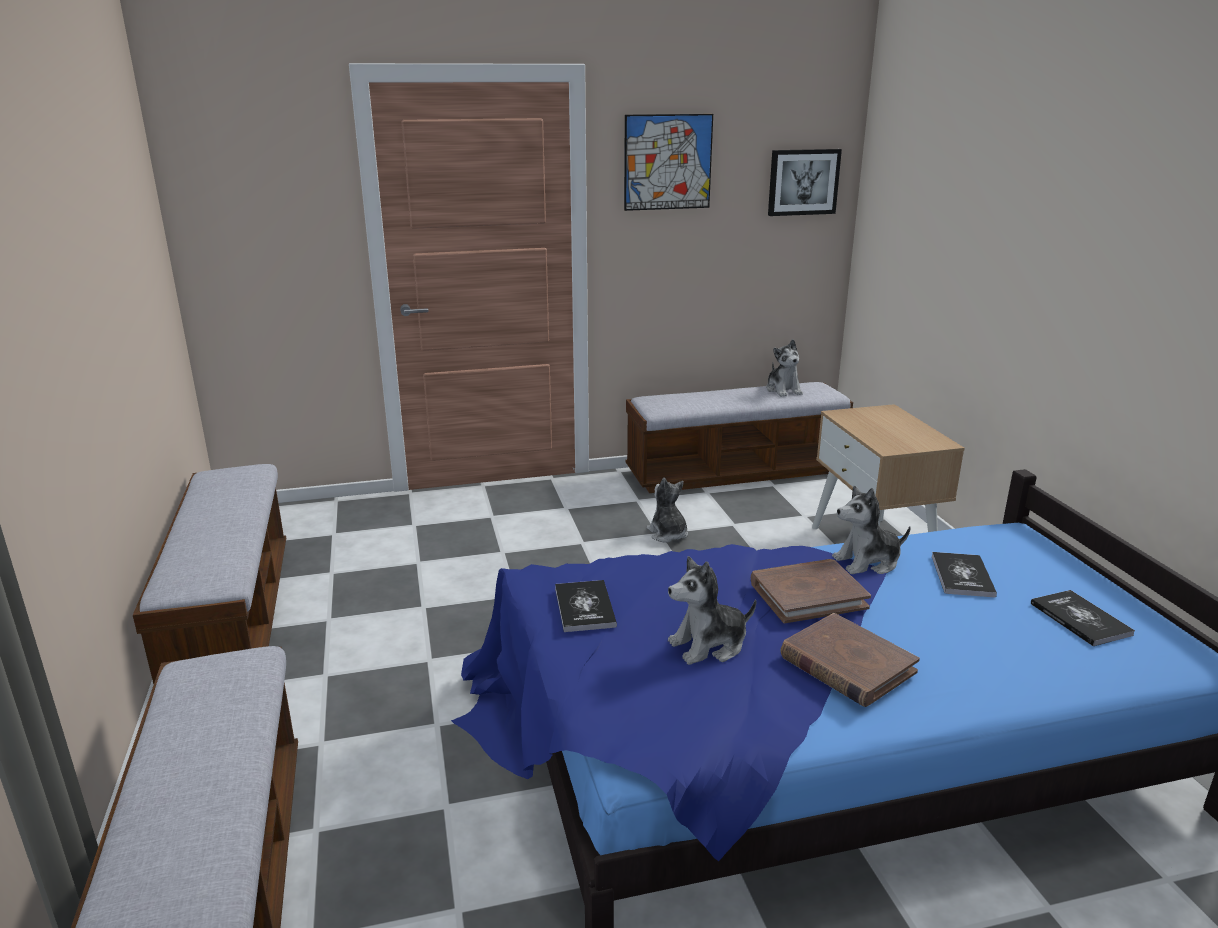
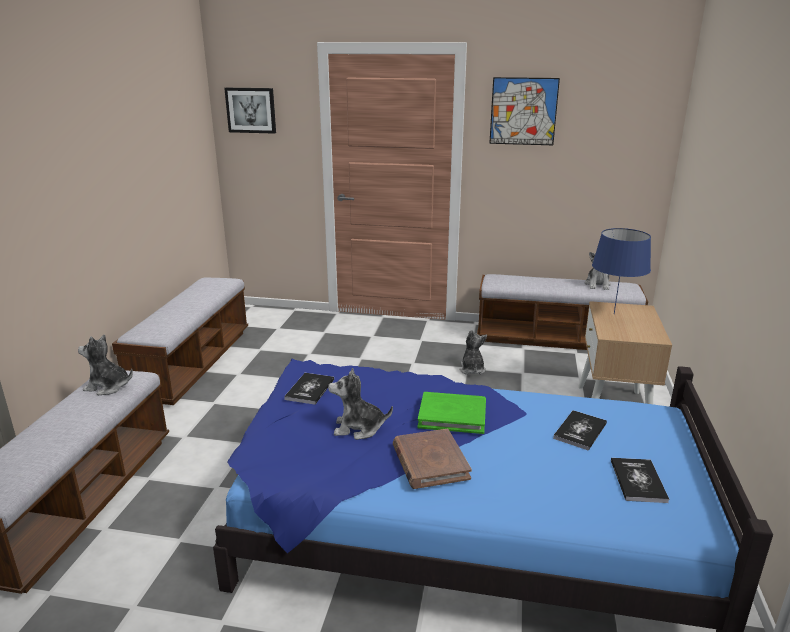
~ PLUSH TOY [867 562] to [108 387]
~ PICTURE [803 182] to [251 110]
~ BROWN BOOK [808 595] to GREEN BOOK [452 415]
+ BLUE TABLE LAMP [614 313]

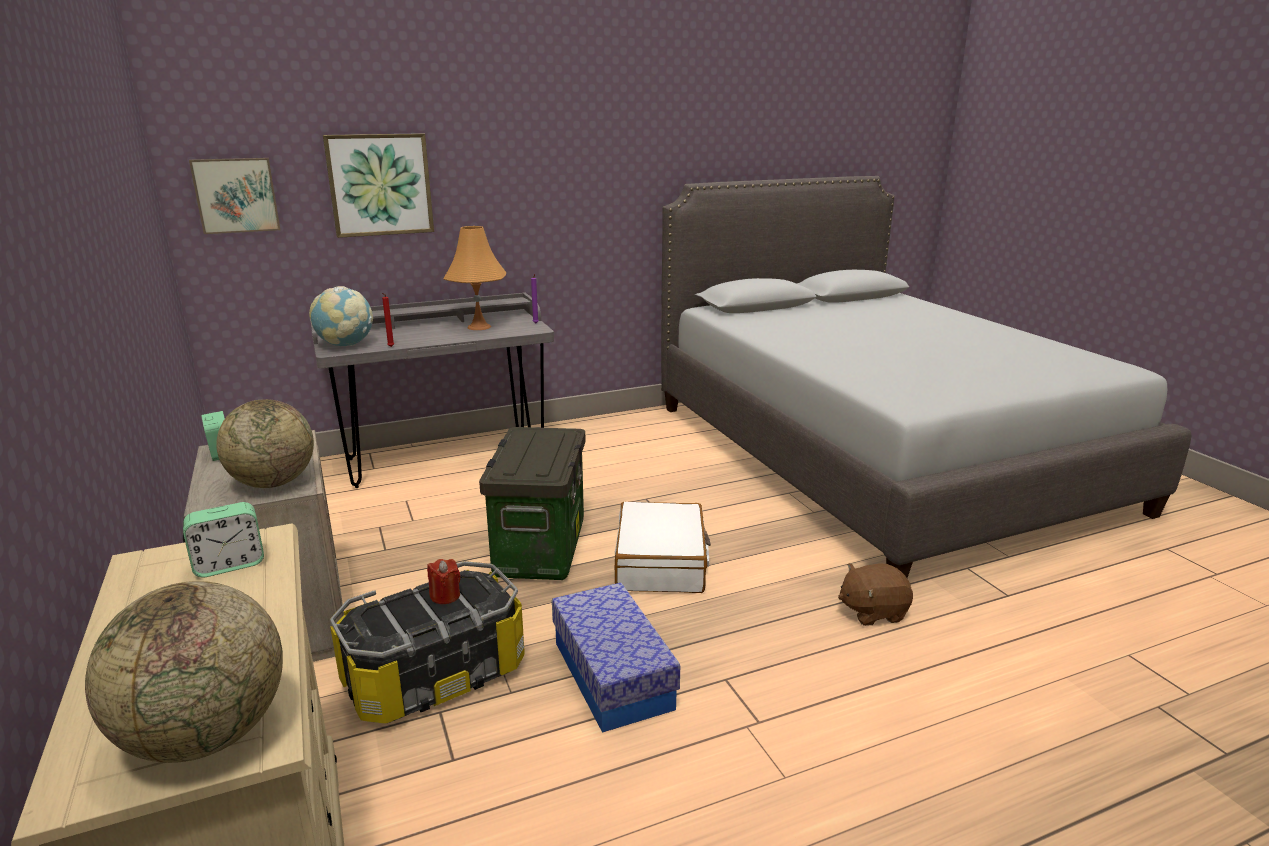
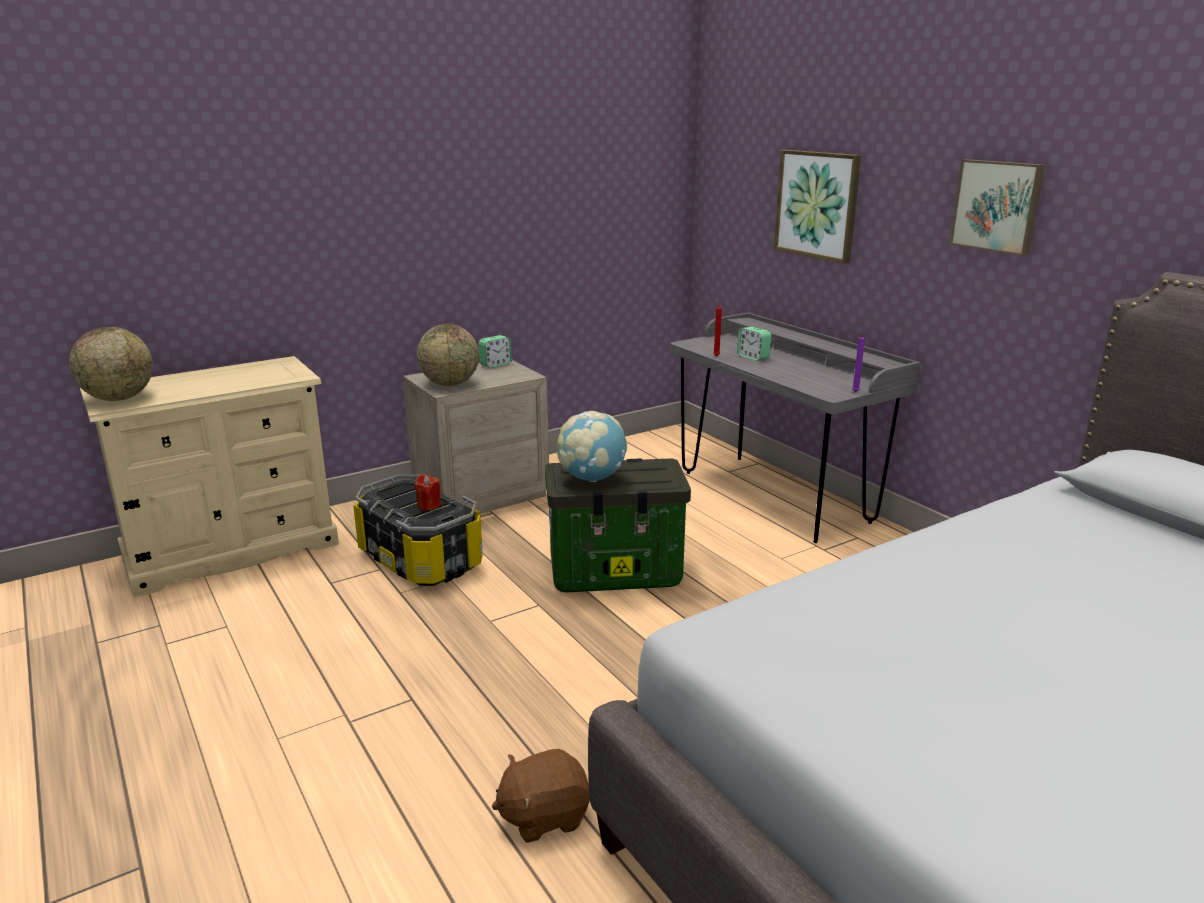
~ BROWN PLUSH TOY [872 611] = [543 816] 90 degrees counterclockwise
~ GLOBE [345 345] to [591 478]
~ ALARM CLOCK [229 564] to [753 357]
~ PICTURE [236 195] to [997 206]
- ORANGE TABLE LAMP [479 327]
- STORAGE BOX [612 675]
- WHITE SUITCASE [661 562]

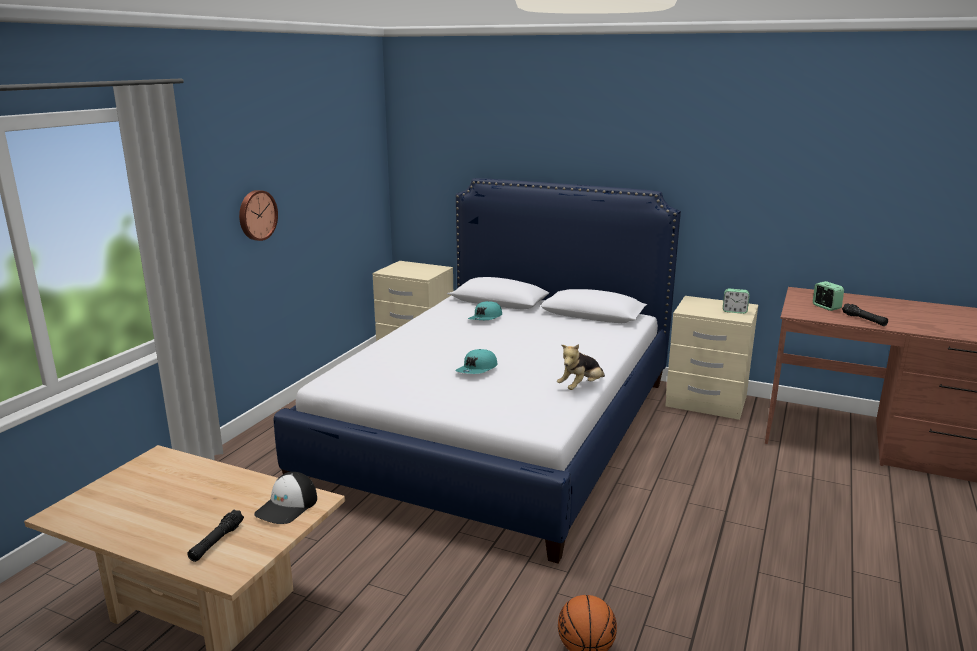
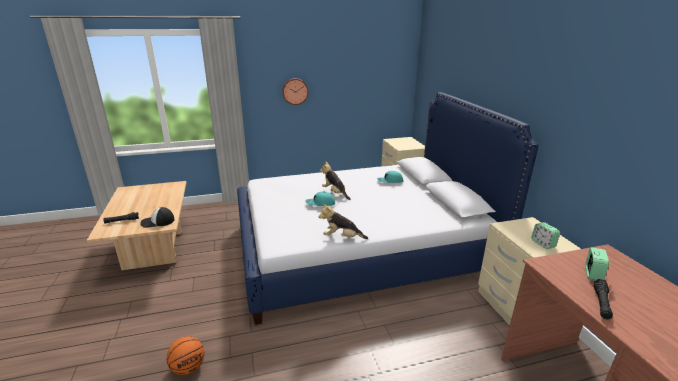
+ PLUSH TOY [335 193]

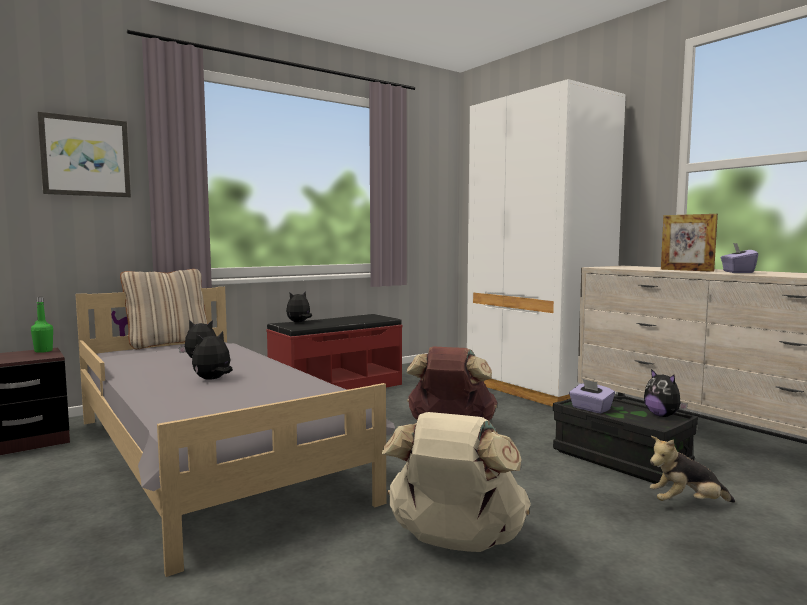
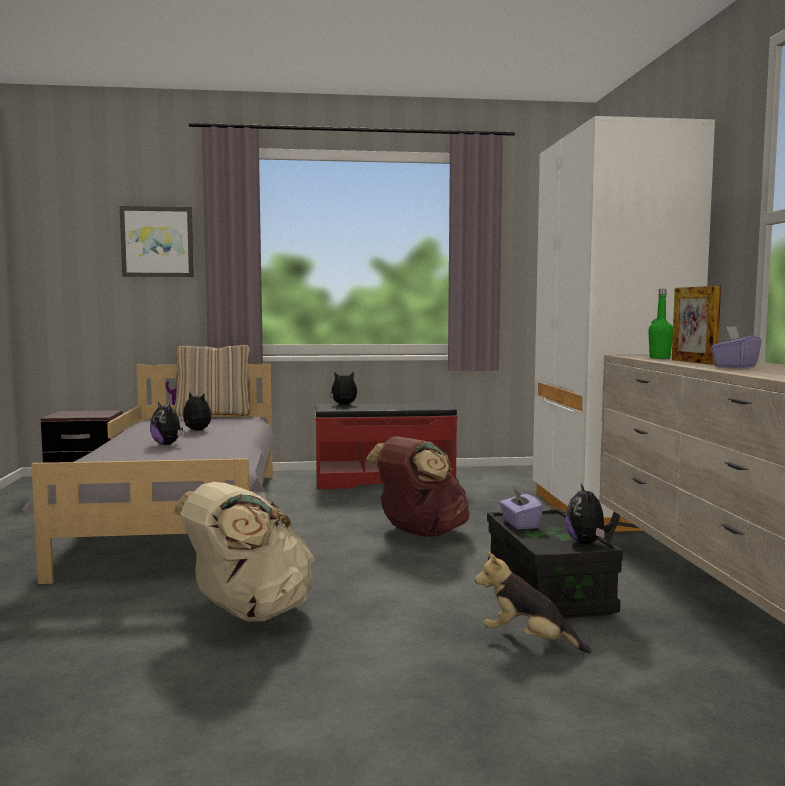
~ PLUSH TOY [213 379] = [168 444] 120 degrees counterclockwise
~ GREEN BOTTLE [43 351] to [659 358]

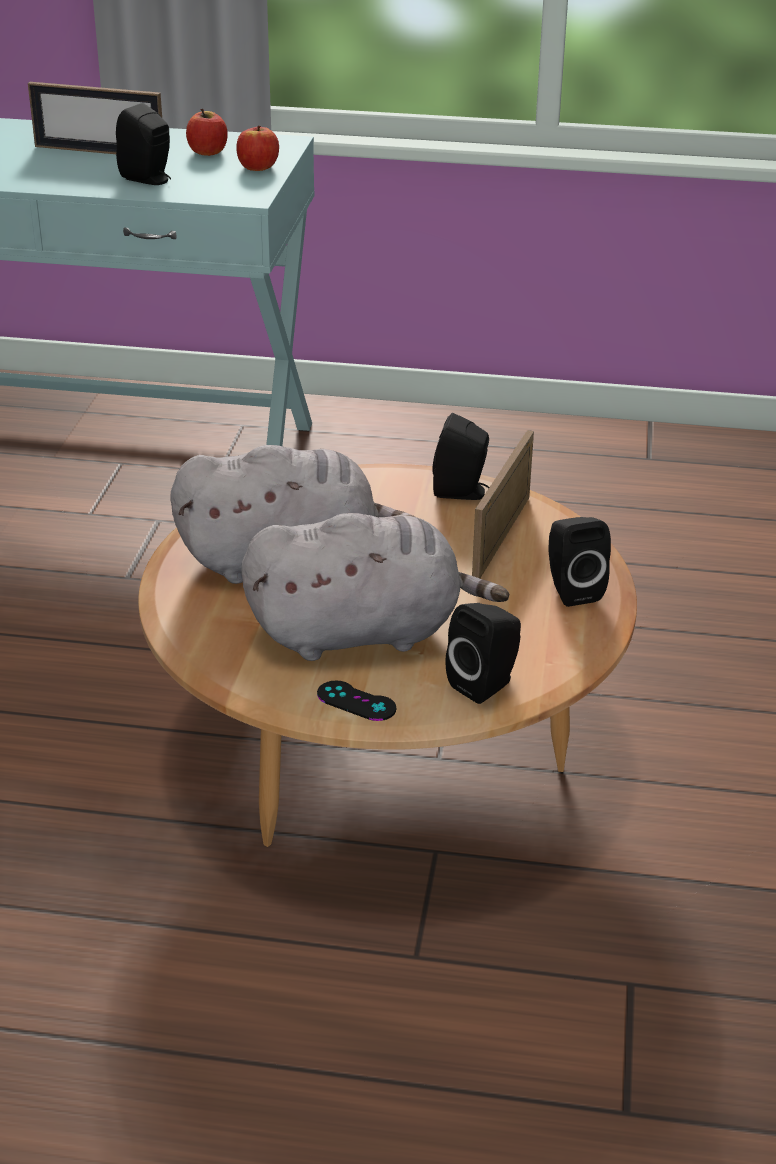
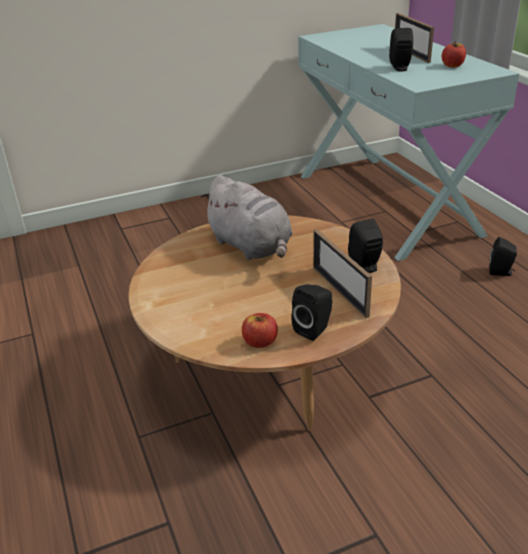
~ APPLE [258 167] to [260 342]
~ PICTURE FRAME [502 536] = [339 291] 105 degrees counterclockwise
~ BLACK SPEAKER [486 684] to [501 272]
- GREY PLUSH TOY [363 633]
- BLACK GAME CONTROLLER [356 701]

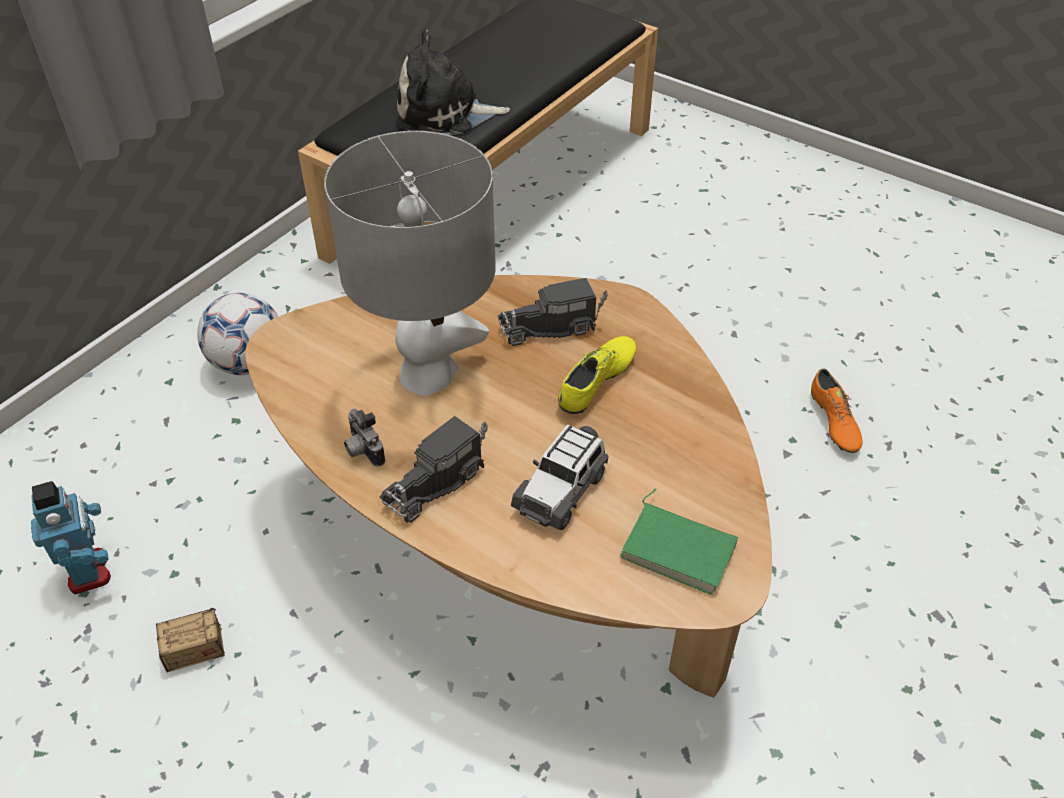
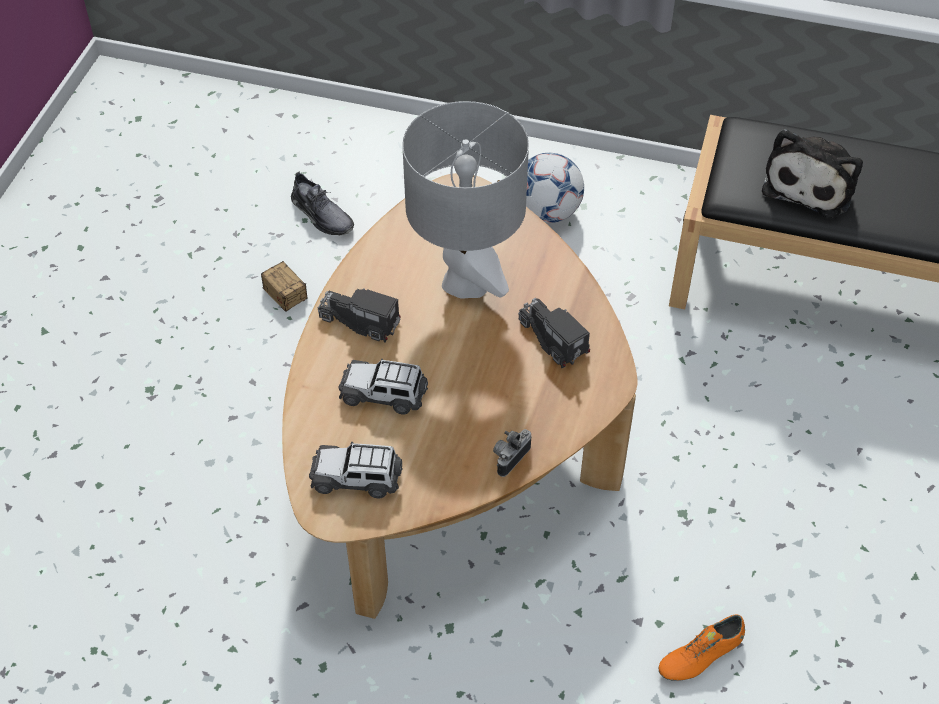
~ TOY ROBOT [90 571] to GREY SHOE [322 215]
~ GREEN BOOK [680 548] to TOY CAR [357 478]
~ PHOTO CAMERA [362 450] to [509 457]
~ PLUSH TOY [445 114] = [811 183] 135 degrees counterclockwise
- YELLOW SHOE [597 383]

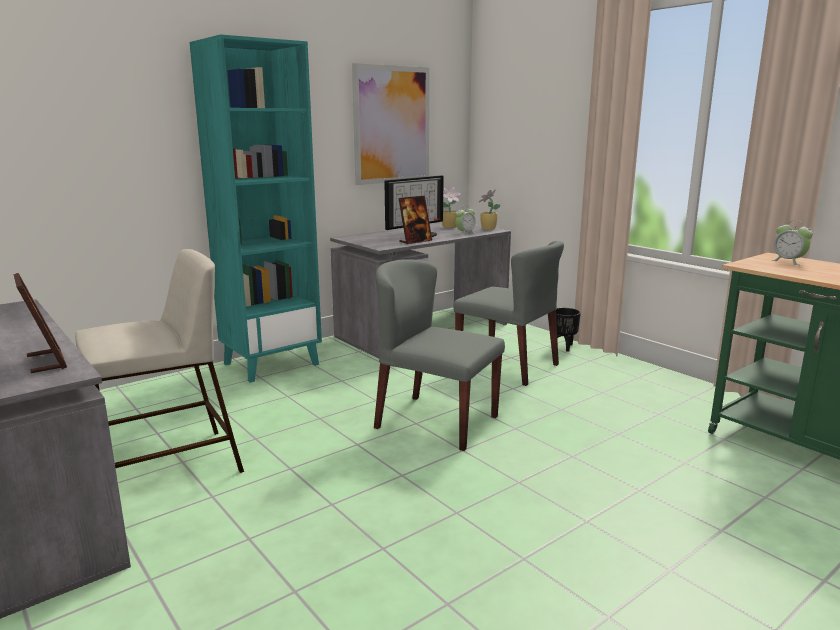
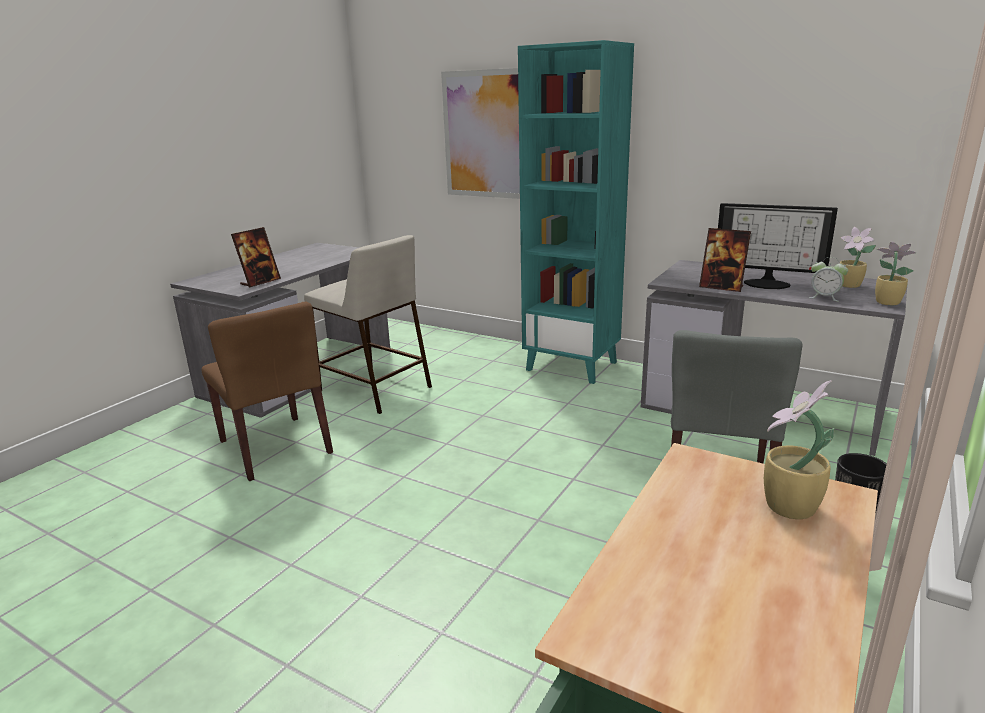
+ BROWN CHAIR [275 447]
~ PICTURE [391 125] to [487 135]
~ ALARM CLOCK [788 261] to POTTED PLANT [788 508]
- GREY CHAIR [435 422]

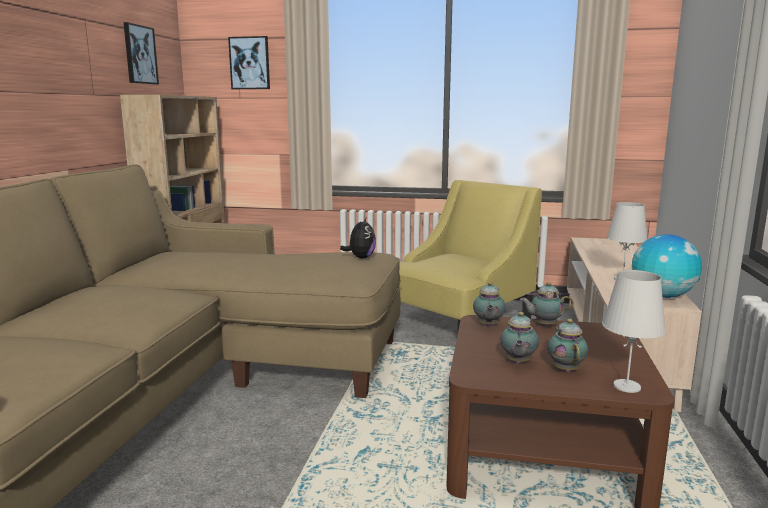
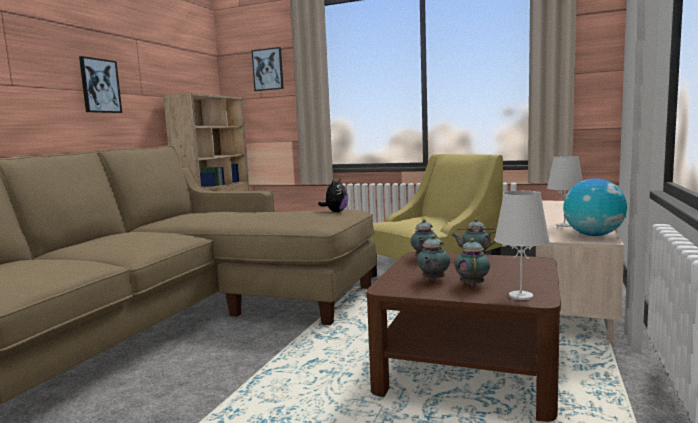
~ PICTURE [140 54] to [100 86]

